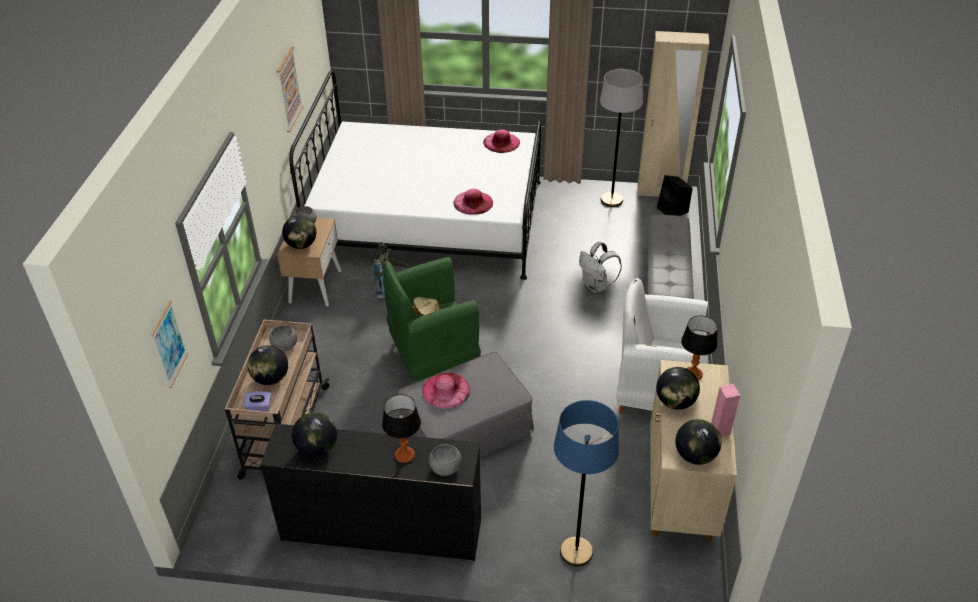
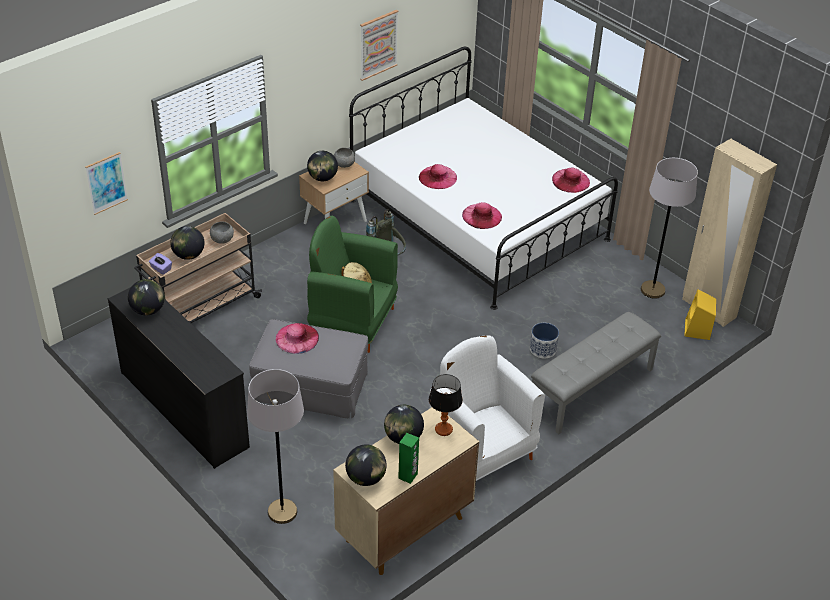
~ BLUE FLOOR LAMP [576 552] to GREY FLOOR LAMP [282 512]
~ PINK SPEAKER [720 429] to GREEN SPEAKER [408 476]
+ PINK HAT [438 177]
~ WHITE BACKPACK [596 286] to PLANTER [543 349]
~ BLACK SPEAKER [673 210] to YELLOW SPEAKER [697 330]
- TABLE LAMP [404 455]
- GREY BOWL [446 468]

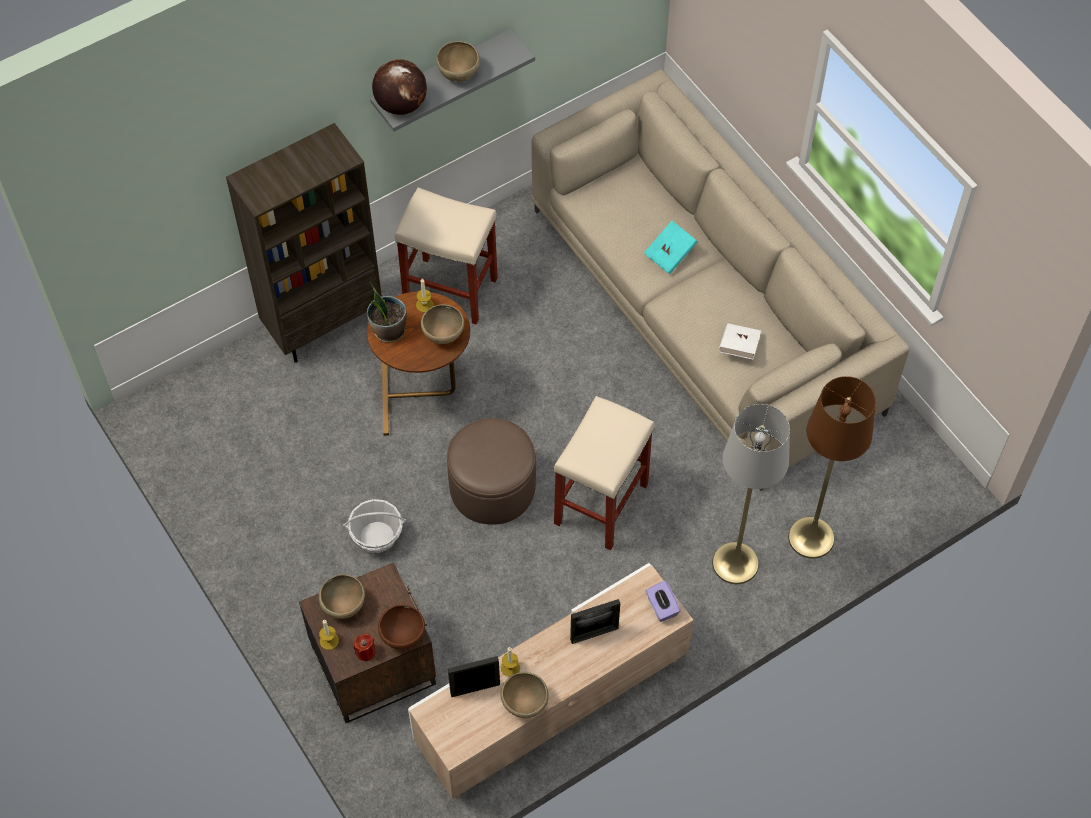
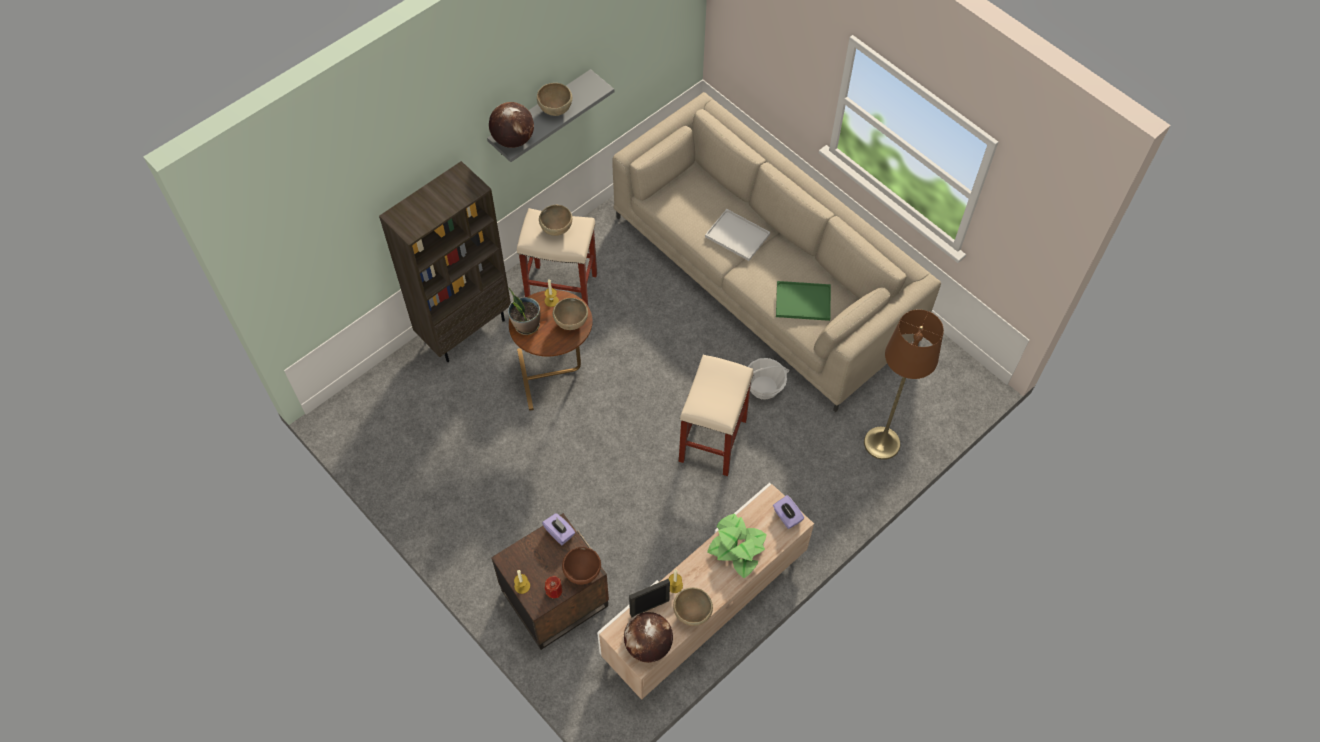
~ BROWN BOWL [344 606] to [557 229]
+ PURPLE TISSUE BOX [559 533]
+ GLOBE [648 645]
~ TURQUOISE BOOK [670 254] to WHITE TRAY [736 235]
~ PICTURE FRAME [594 634] to POTTED PLANT [737 547]
~ BASKET [377 537] to [764 387]
~ WHITE BOOK [738 347] to GREEN TRAY [804 301]
- BROWN OTTOMAN [492 487]
- GREY FLOOR LAMP [735 563]

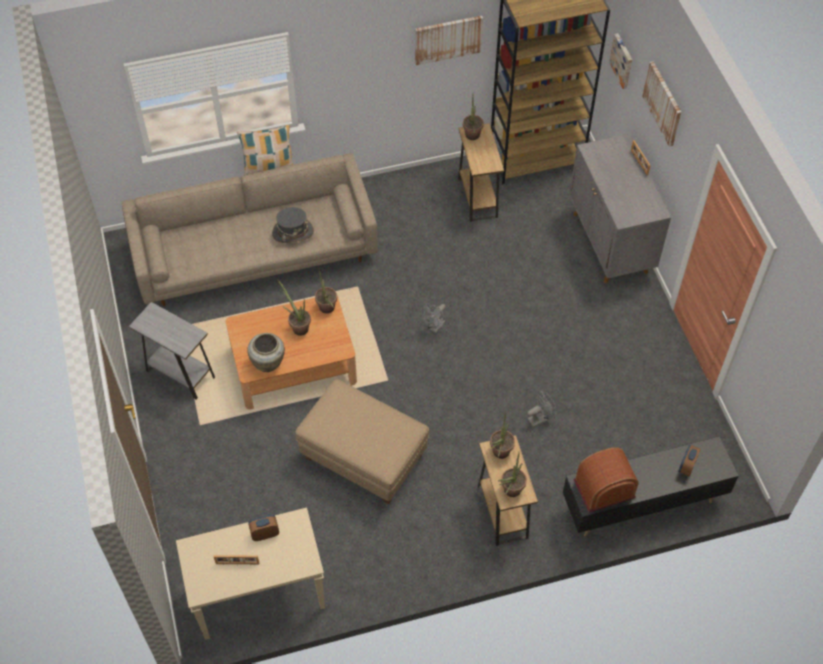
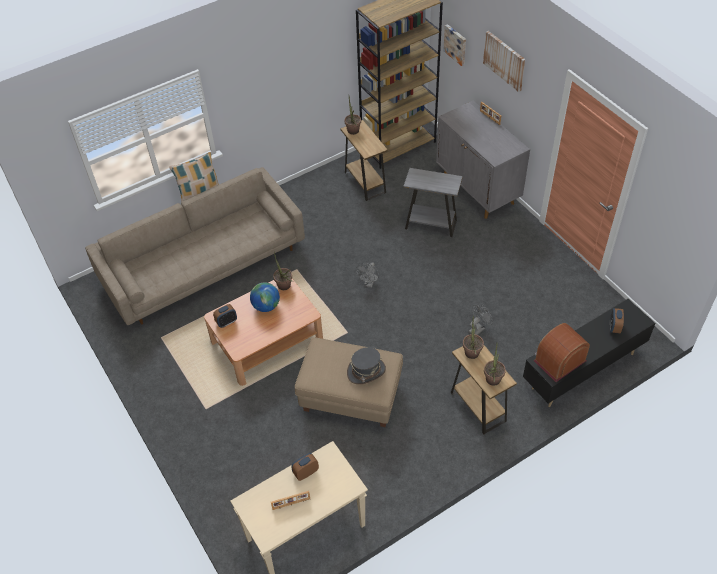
+ ALARM CLOCK [226 322]
~ POTTED PLANT [298 327] to GLOBE [266 306]
~ GREY HAT [293 232] to [366 371]
~ GREY SIDE TABLE [180 374] to [431 224]
- BEIGE VASE [268 363]
- PICTURE [448 39]

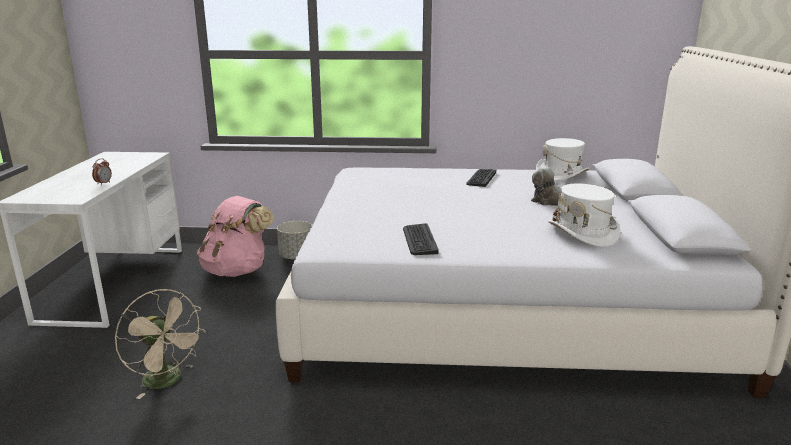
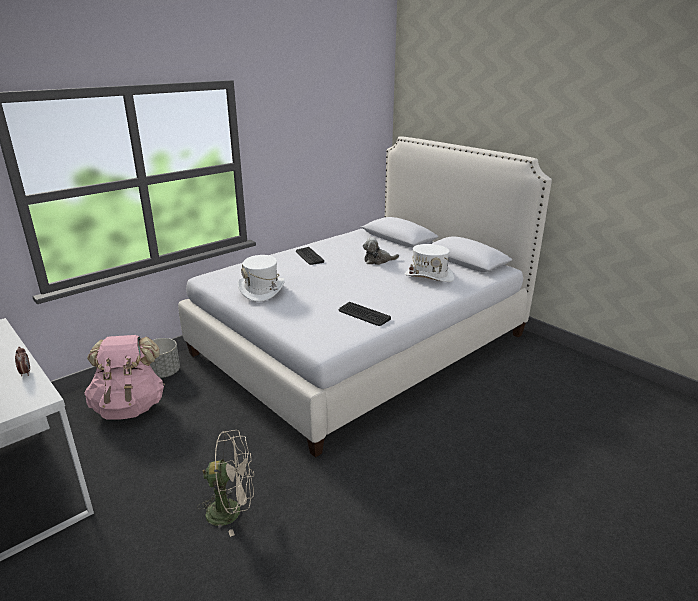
~ WHITE HAT [561 175] to [262 290]

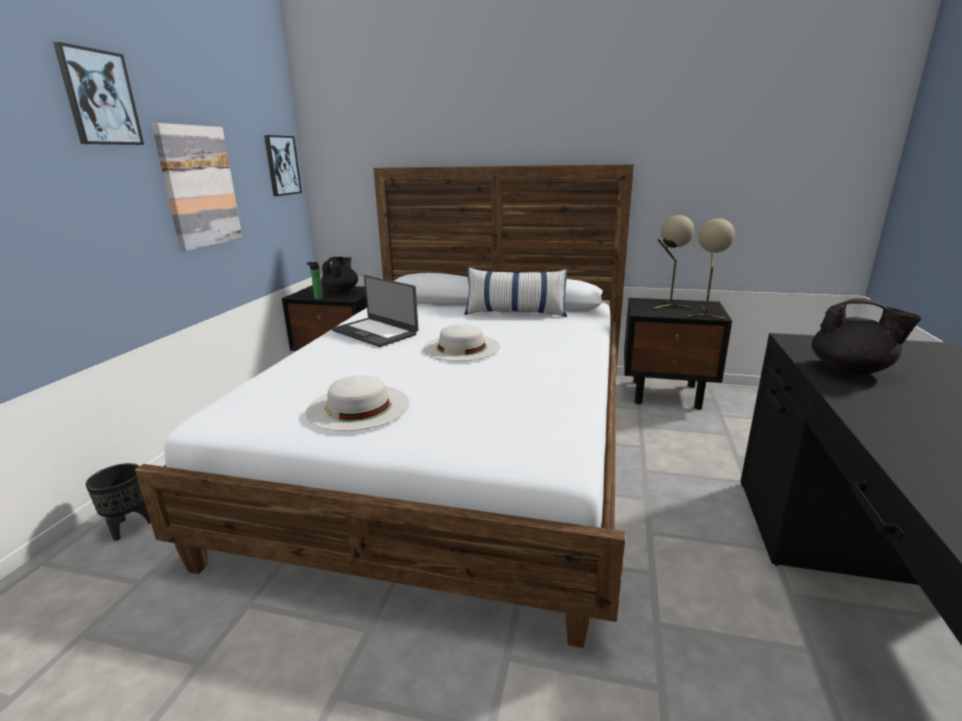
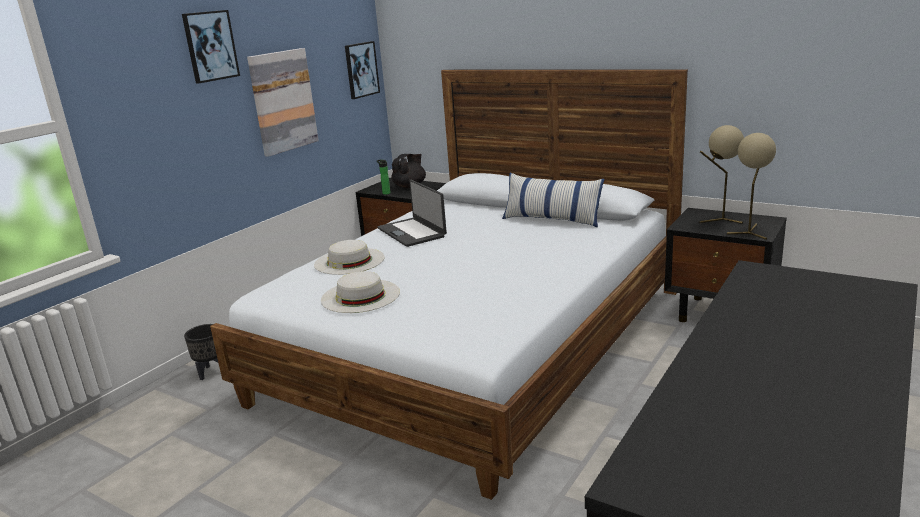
~ WHITE HAT [461 347] to [349 261]
- BLACK TEAPOT [851 370]

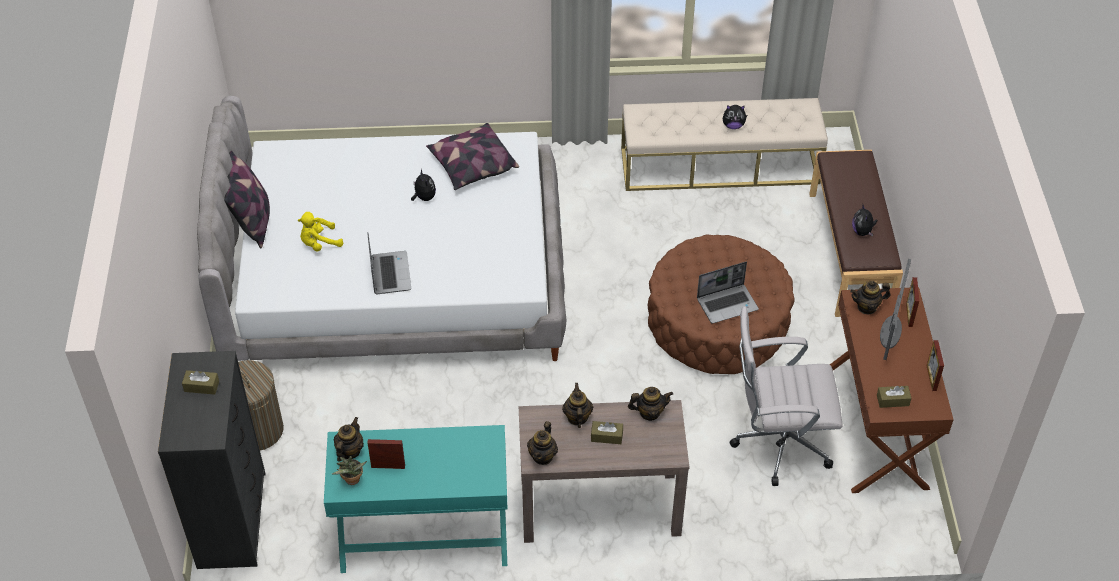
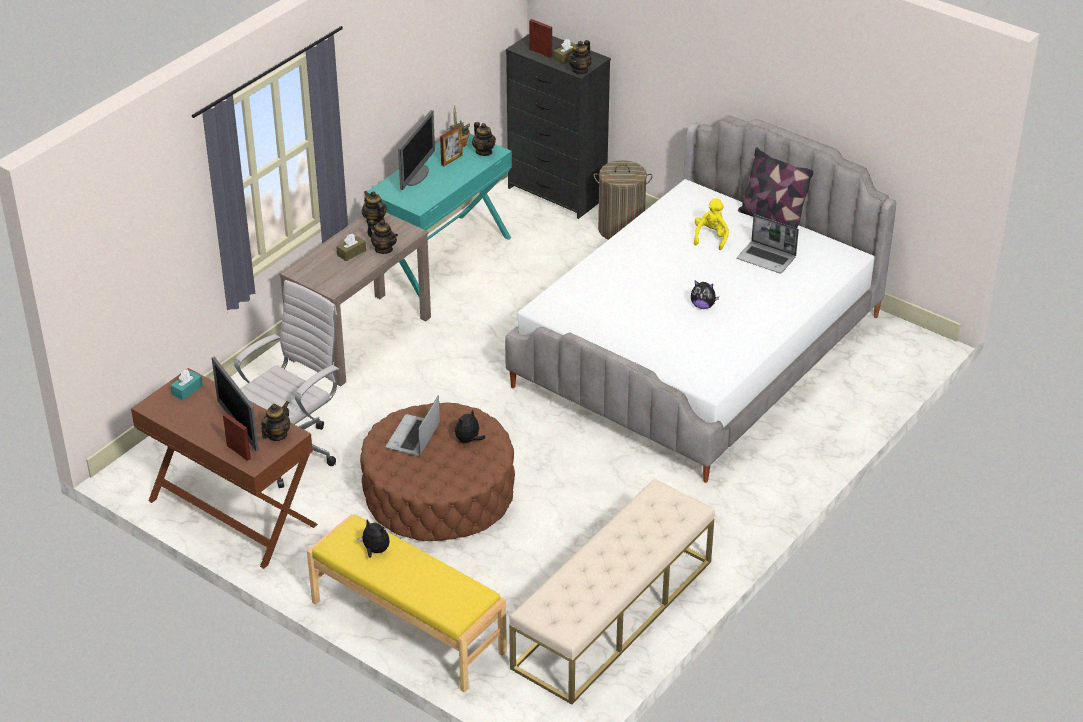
~ BROWN TISSUE BOX [892 400] to TURQUOISE TISSUE BOX [187 390]
~ BROWN BENCH [850 252] to YELLOW BENCH [407 627]
+ MONITOR [417 175]
~ PLUSH TOY [733 125] to [468 440]
~ PICTURE FRAME [931 378] to [540 53]
~ TEAPOT [649 412] to [580 70]
~ LAPTOP [389 273] to [767 258]
- PILLOW [472 166]

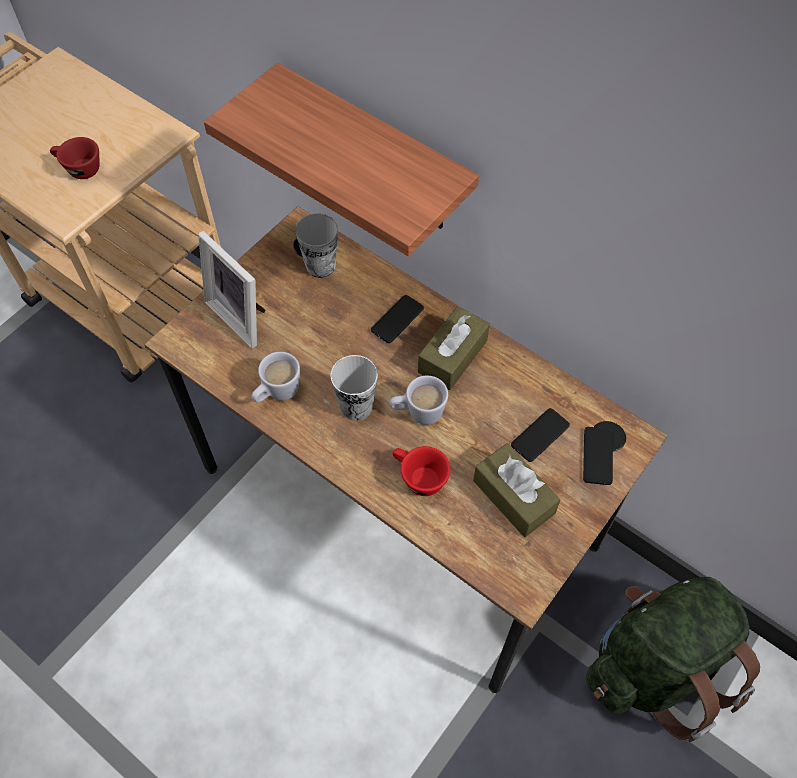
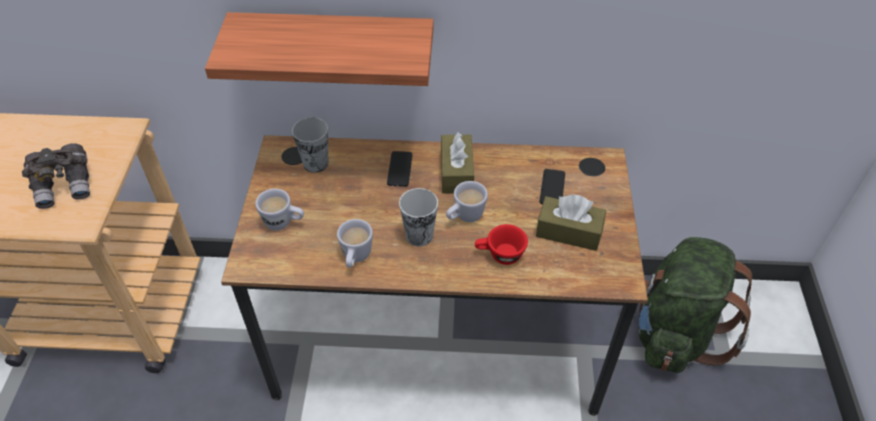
~ RED CUP [79 169] to GREY BINOCULARS [65 185]
~ PICTURE FRAME [242 315] to WHITE MUG [284 223]
- PHONE [597 456]

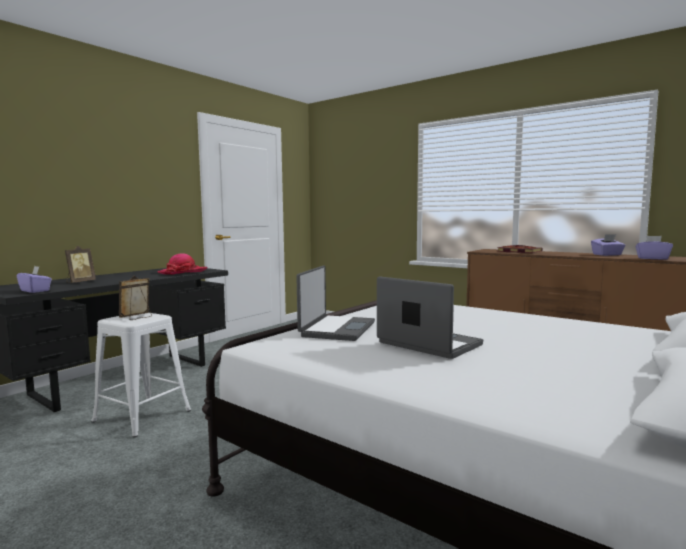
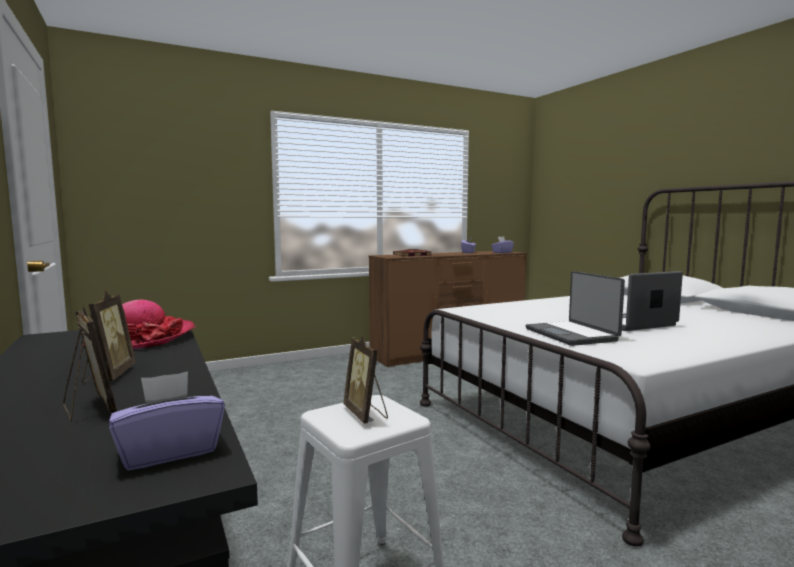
+ PICTURE FRAME [109 375]
~ LAPTOP [336 329] = [572 334] 150 degrees counterclockwise

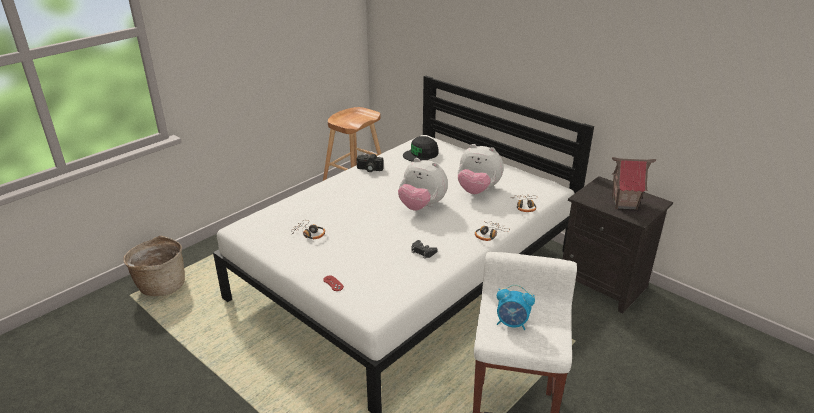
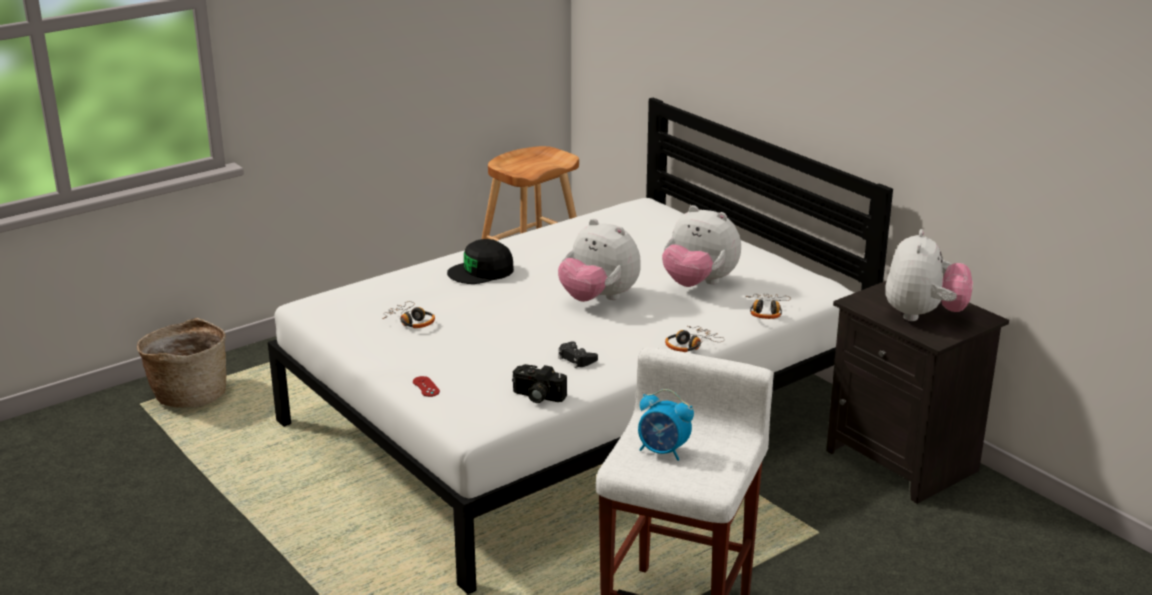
~ BLACK CAP [421 154] to [481 271]
~ PHOTO CAMERA [369 169] to [537 396]
~ TOY HOUSE [624 203] to PLUSH TOY [923 315]

